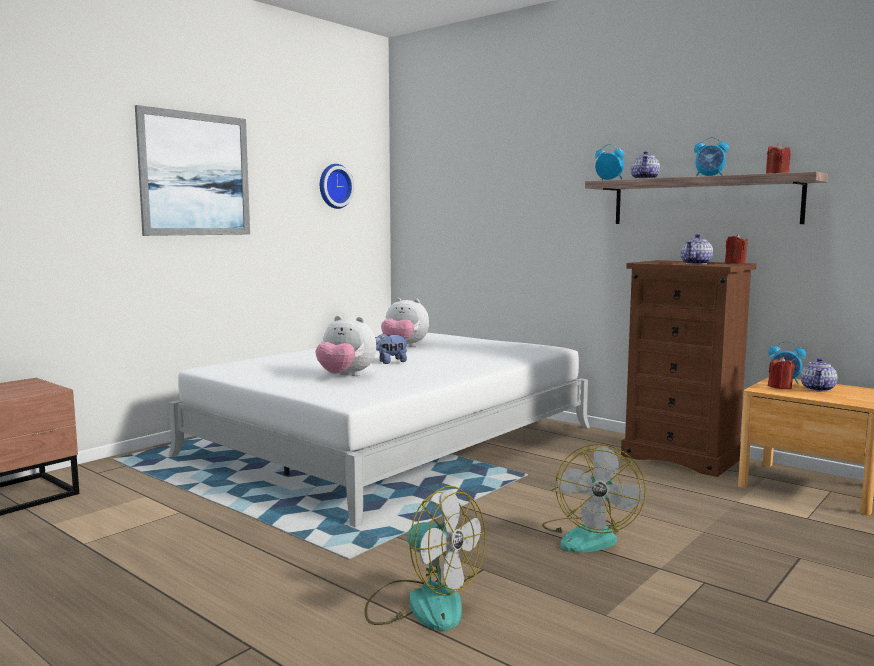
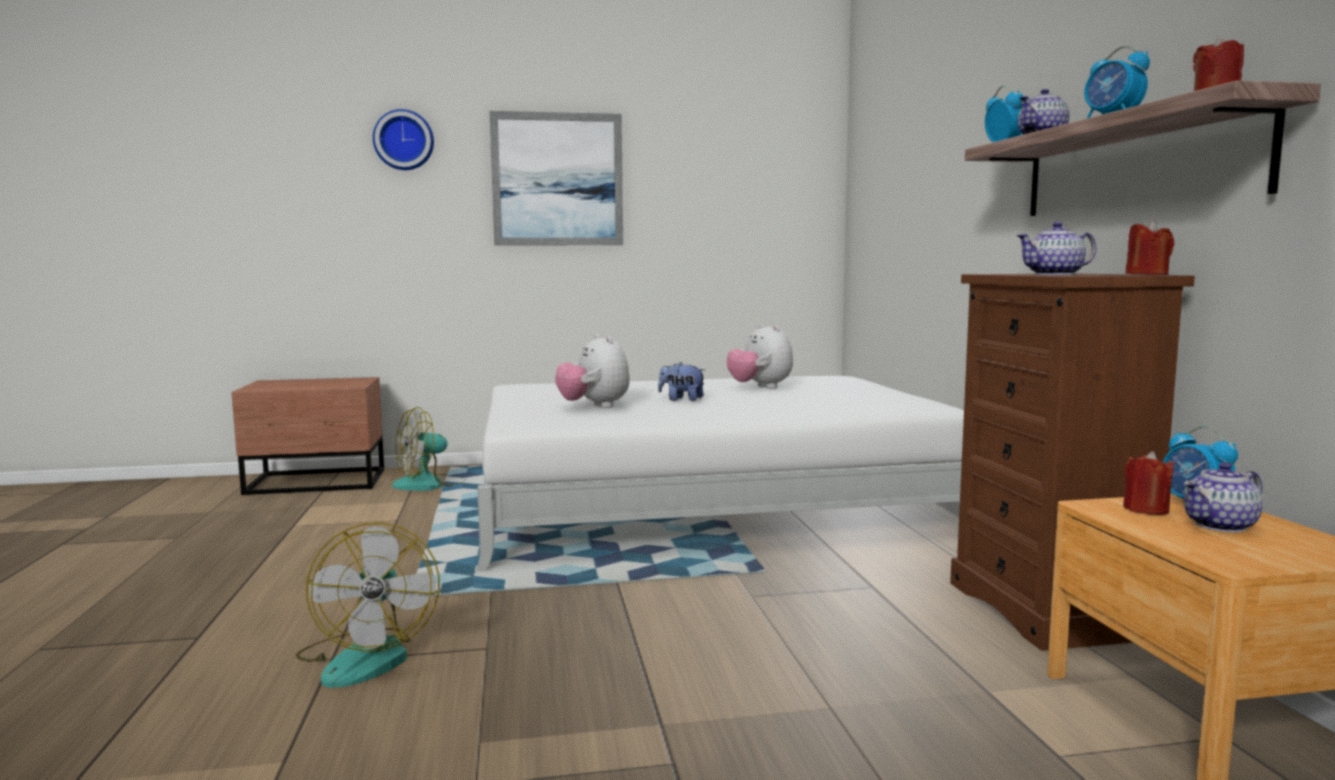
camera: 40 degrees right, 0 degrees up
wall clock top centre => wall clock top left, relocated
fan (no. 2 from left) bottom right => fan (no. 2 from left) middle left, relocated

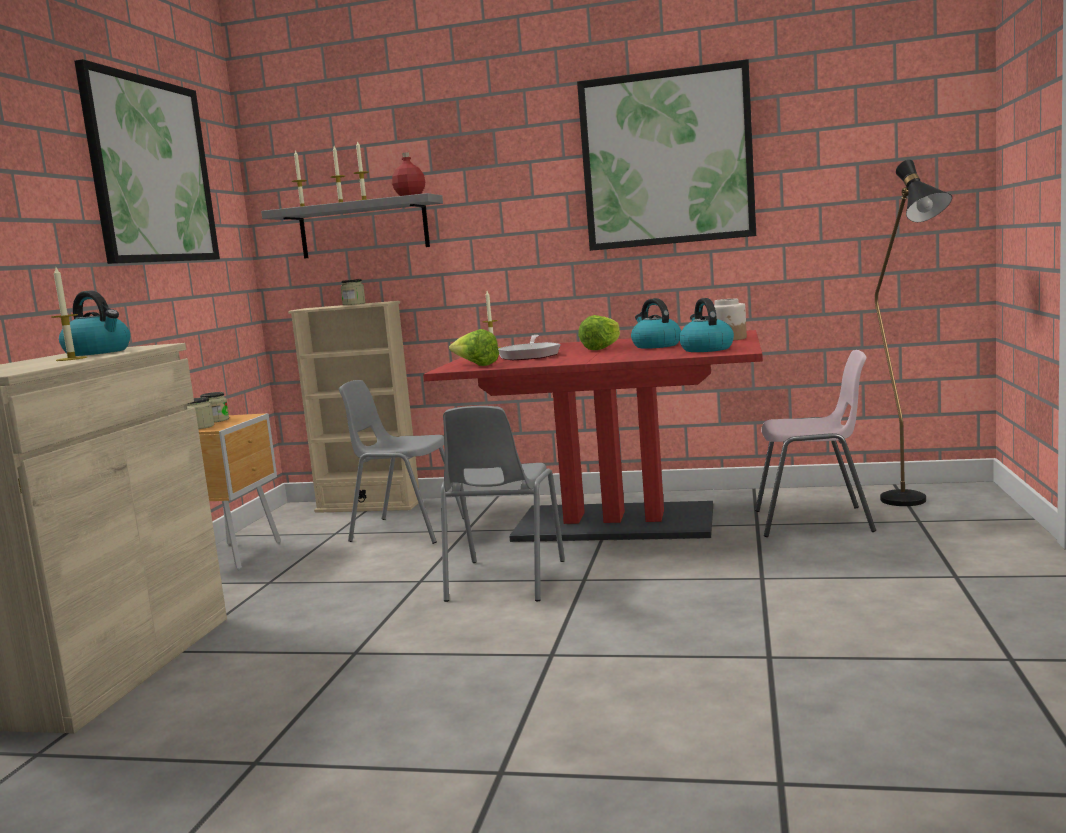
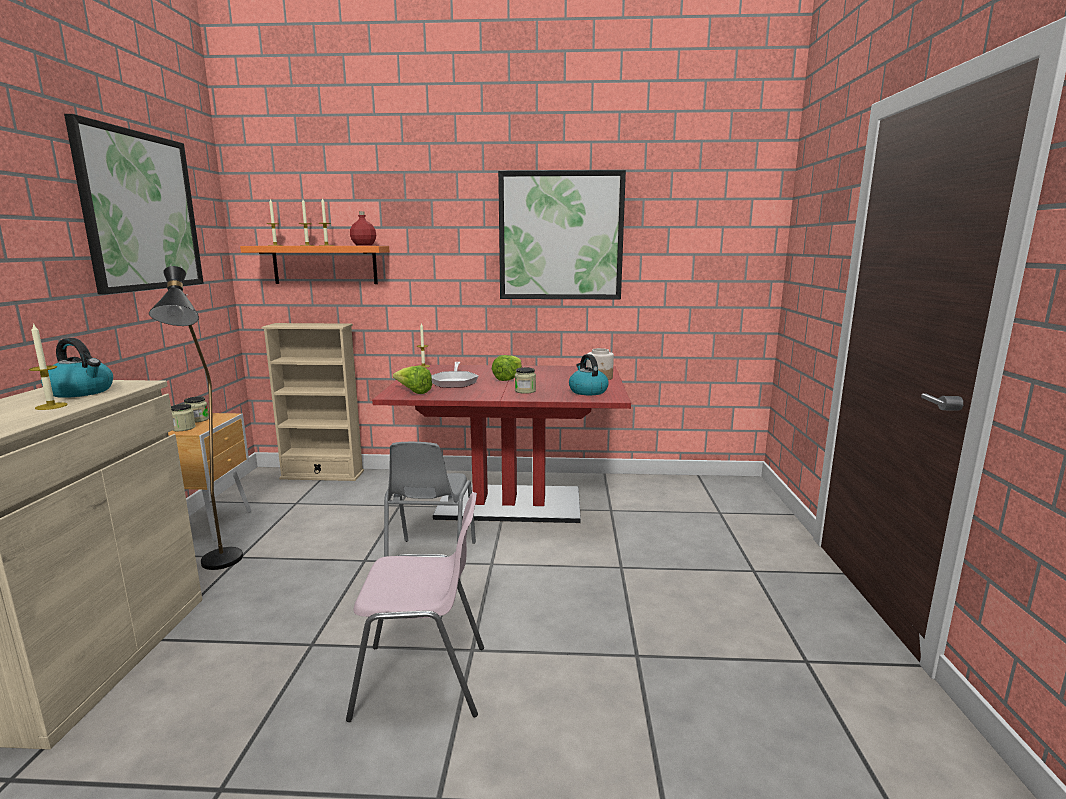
camera: 10 degrees left, 5 degrees up
grey shelf top left => orange shelf top left
grey chair (no. 1 from left) centre => nothing
jar (no. 3 from left) middle left => jar (no. 3 from left) centre, relocated
kettle (no. 2 from left) centre => nothing
pink chair middle right => pink chair bottom centre, relocated
black floor lamp middle right => black floor lamp middle left, relocated

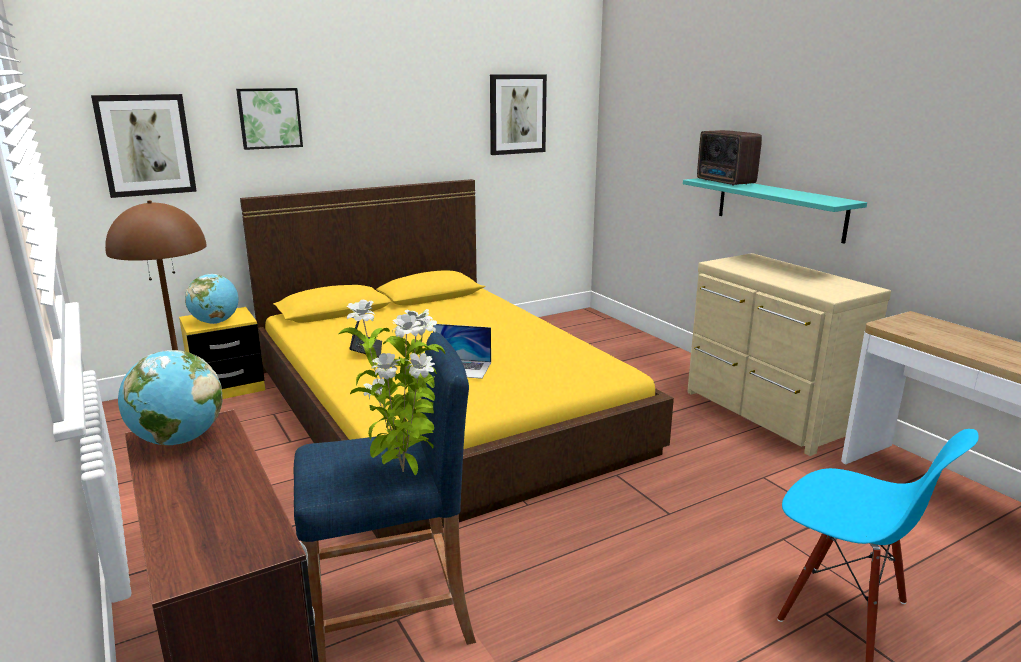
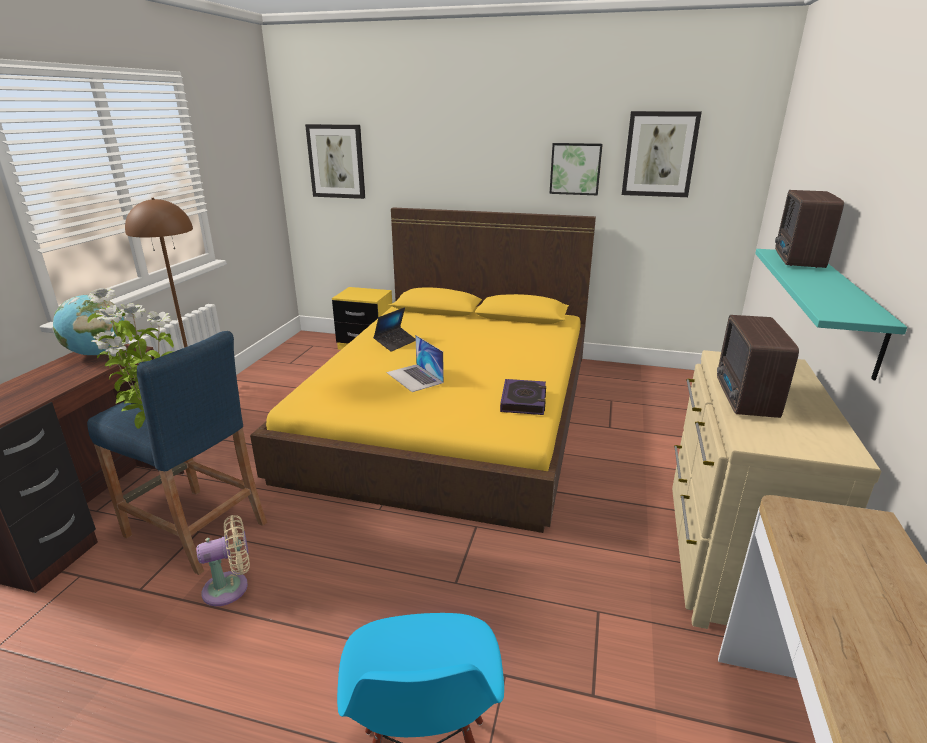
camera: 45 degrees right, 5 degrees up
globe (no. 2 from left) middle left => nothing
picture (no. 2 from left) top left => picture (no. 2 from left) top centre, relocated
nothing => beige fan bottom left
nothing => book centre
nothing => radio (no. 1 from left) middle right

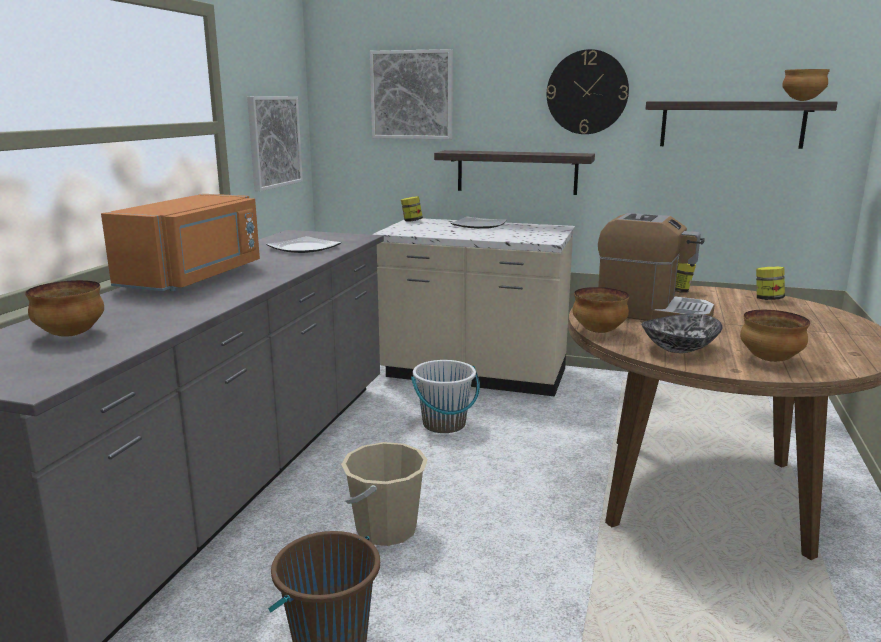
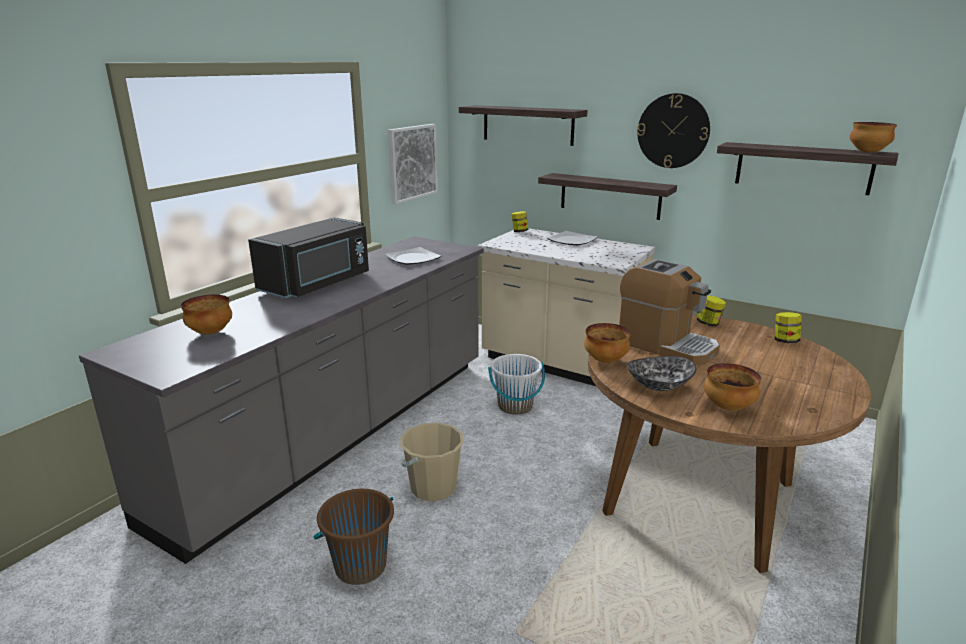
camera: 15 degrees right, 5 degrees up
orange microwave middle left => black microwave middle left
picture (no. 2 from left) top centre => shelf (no. 1 from left) top centre

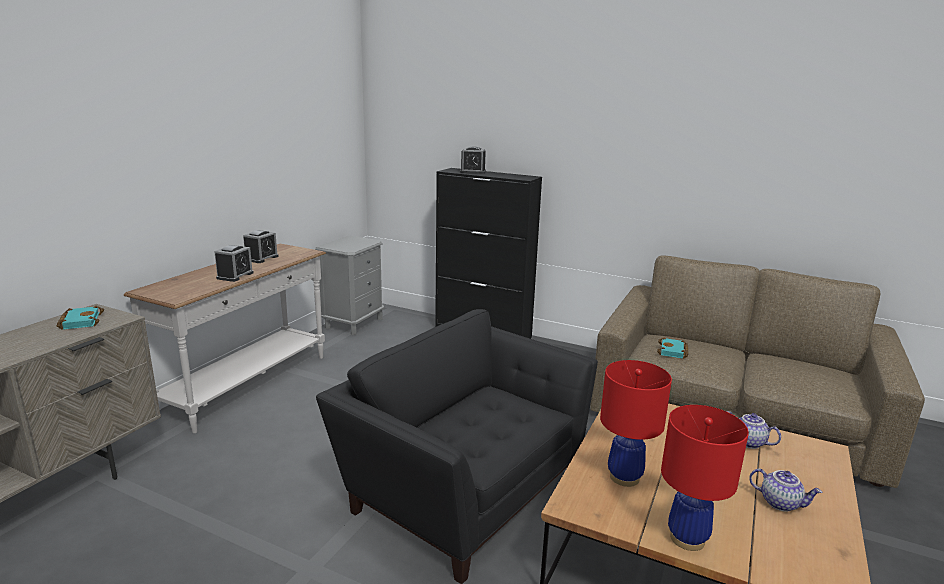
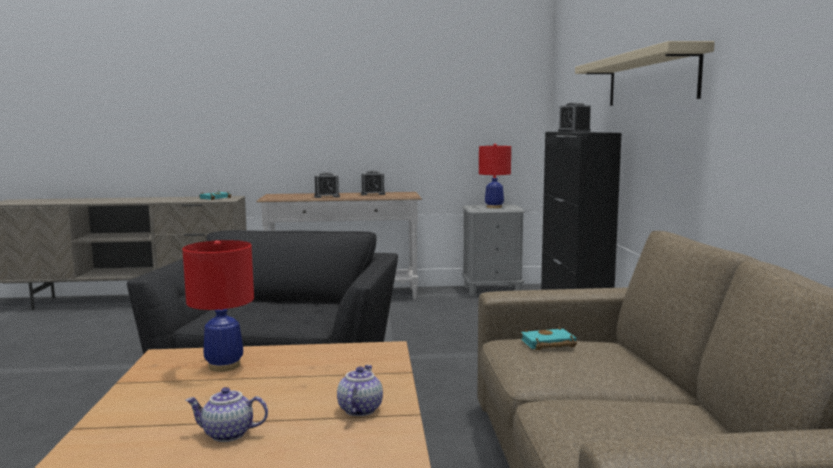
camera: 60 degrees right, 10 degrees down
red table lamp (no. 2 from left) bottom right => red table lamp (no. 2 from left) centre, relocated
teapot (no. 2 from left in the first image) bottom right => teapot (no. 1 from left) bottom left, 90 degrees clockwise
nothing => beige shelf top right

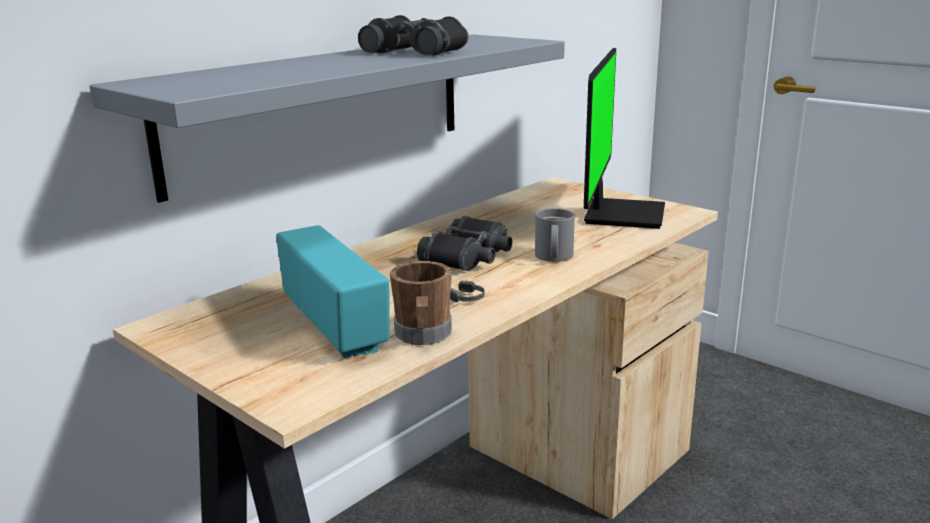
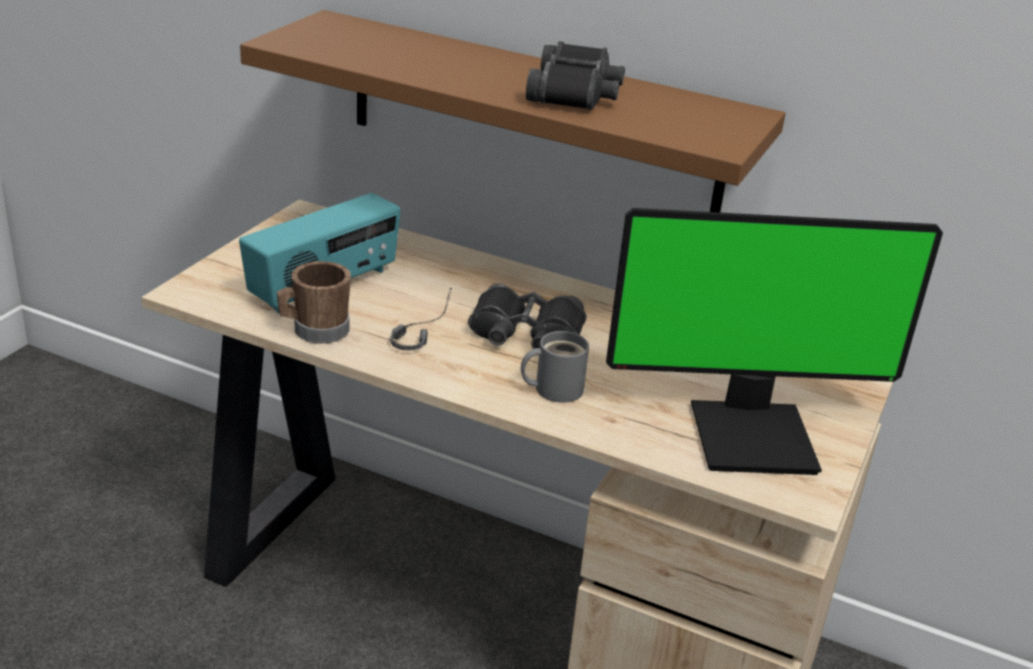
camera: 70 degrees right, 10 degrees up
grey shelf top centre => brown shelf top centre

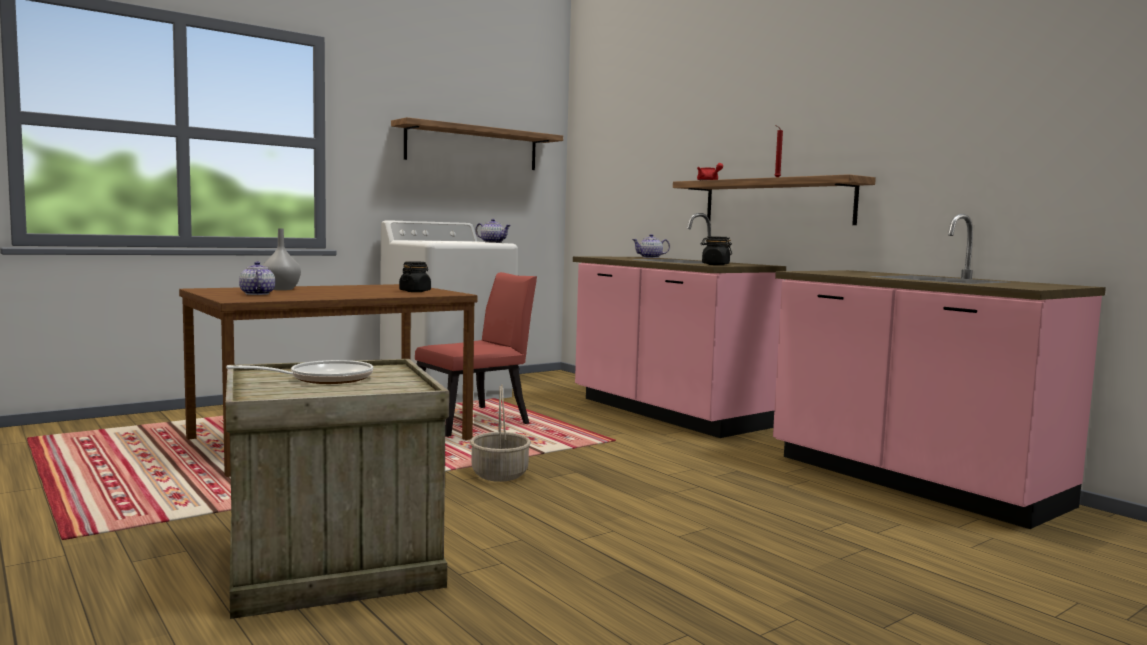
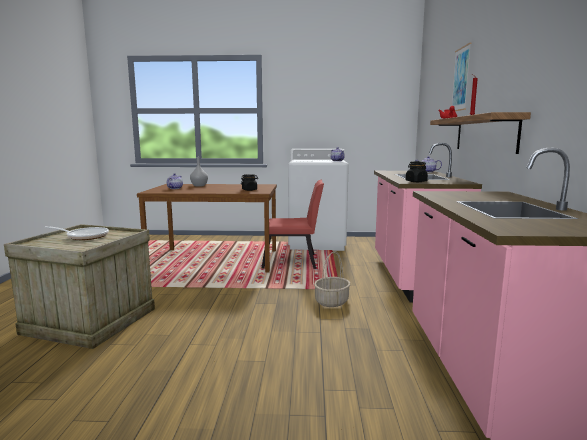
camera: 40 degrees right, 5 degrees up
shelf (no. 1 from left) top centre => nothing
basket bottom centre => basket centre, relocated
nothing => picture top right

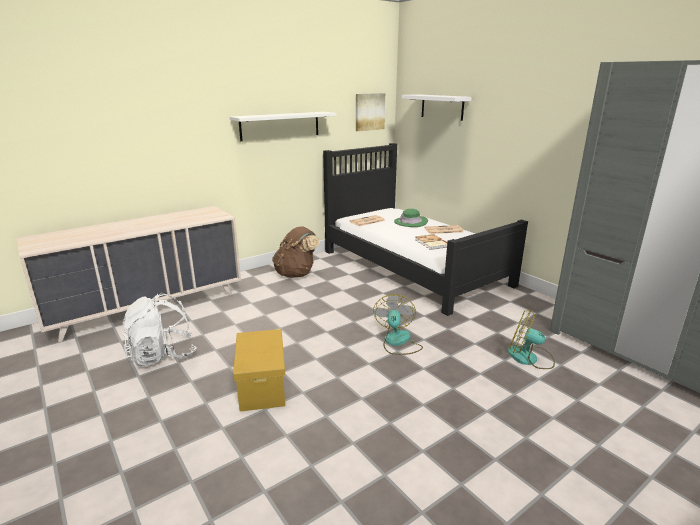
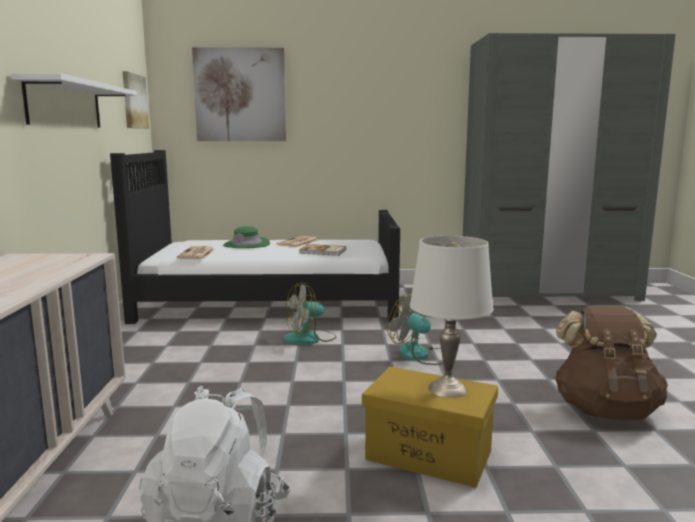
camera: 55 degrees left, 10 degrees down
brown backpack centre => brown backpack bottom right, relocated
white shelf (no. 2 from left) top centre => picture (no. 2 from left) top centre
fan (no. 2 from left in the first image) middle right => fan (no. 1 from left) centre, relocated
nothing => white table lamp centre

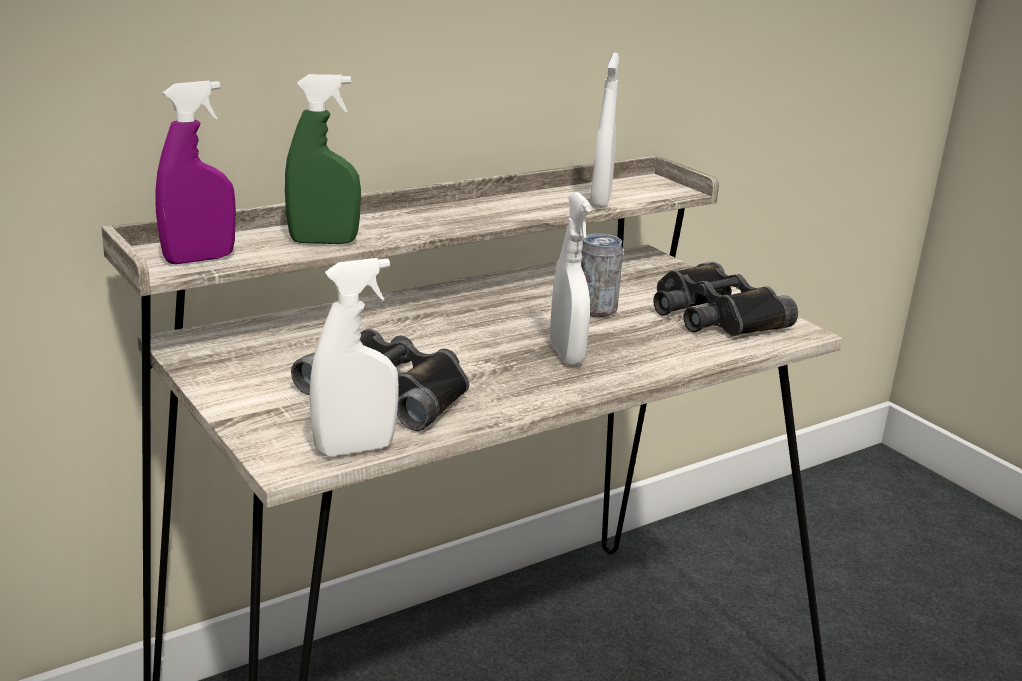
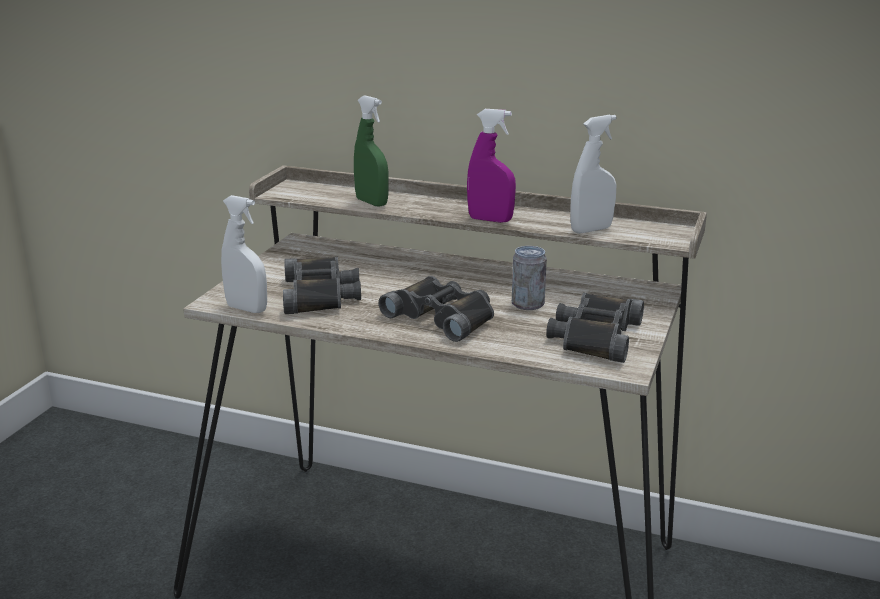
camera: 55 degrees right, 0 degrees up
purple spray bottle top left => purple spray bottle top centre, relocated
white spray bottle (no. 2 from left) centre => black binoculars (no. 2 from left) centre

